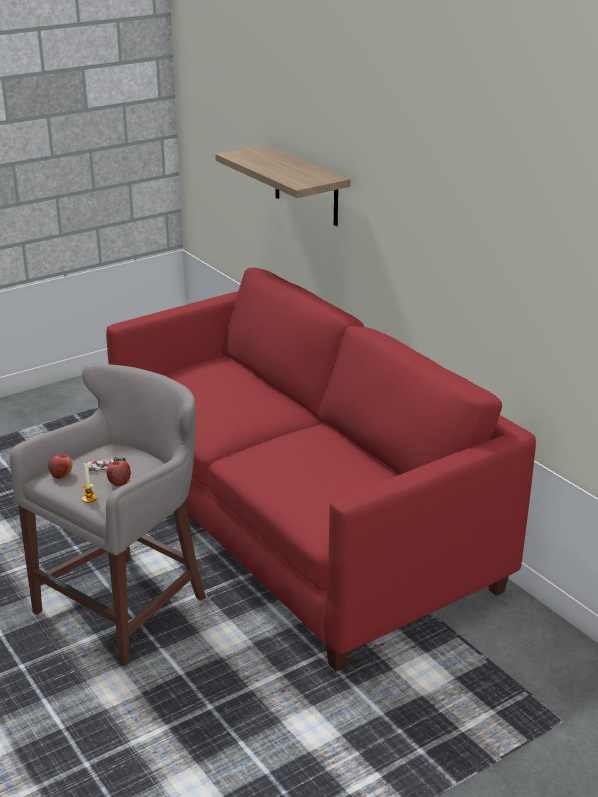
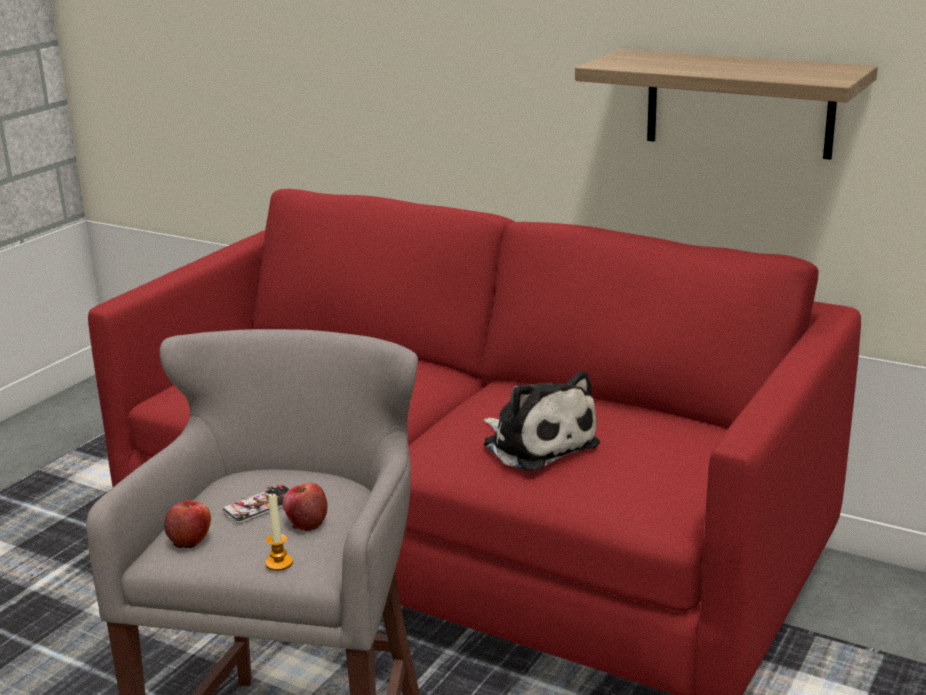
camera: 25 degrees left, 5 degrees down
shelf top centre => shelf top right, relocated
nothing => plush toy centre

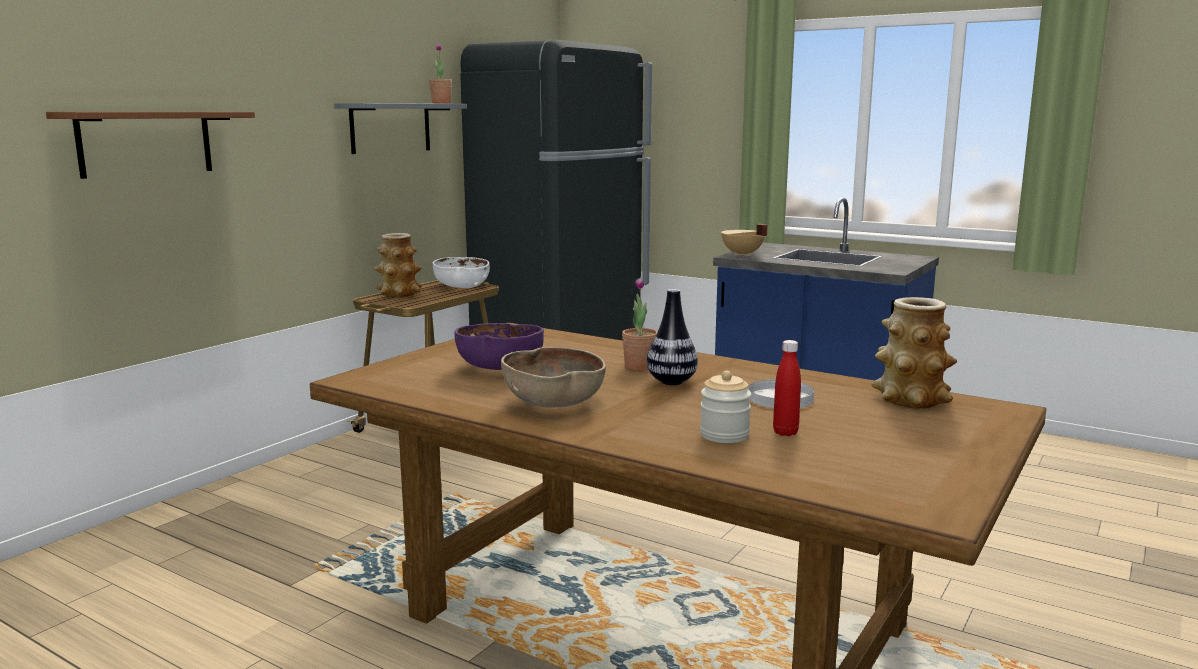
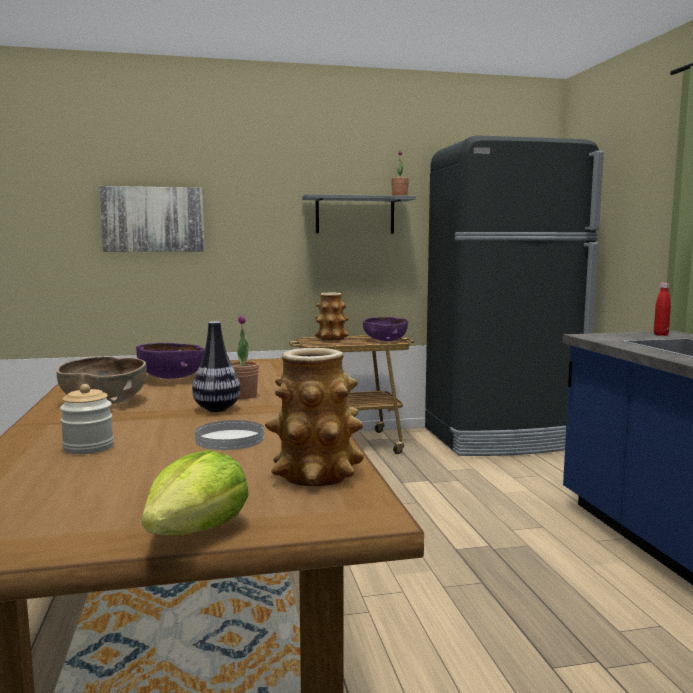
camera: 45 degrees right, 5 degrees down
brown shelf top left => picture top left
white bowl centre => purple bowl (no. 2 from left) centre
beige cooking pot centre => nothing
red bottle centre => red bottle middle right, relocated
nothing => lettuce bottom left

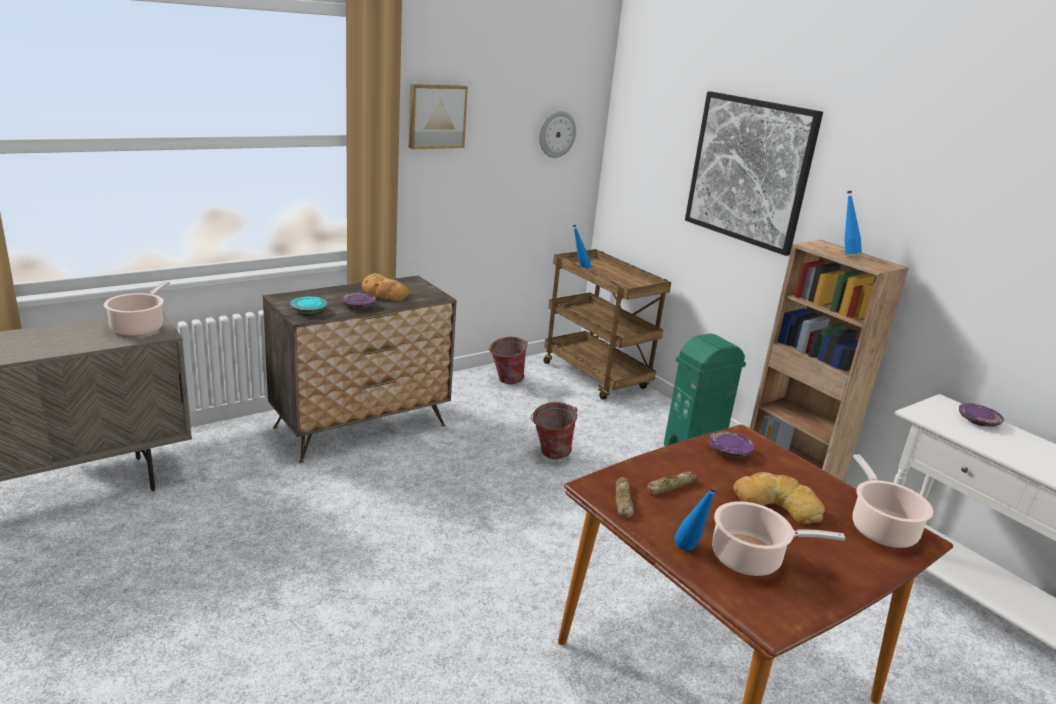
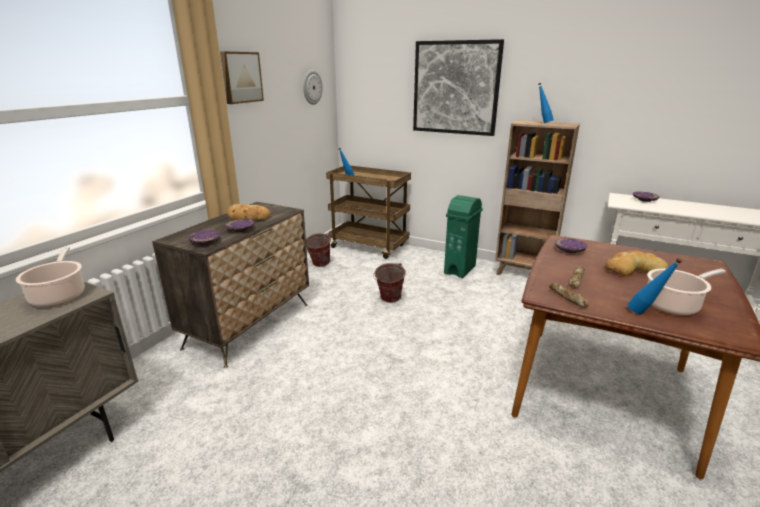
camera: 25 degrees left, 0 degrees up
turquoise plate middle left => purple plate (no. 1 from left) middle left
cooking pot (no. 3 from left) bottom right => nothing

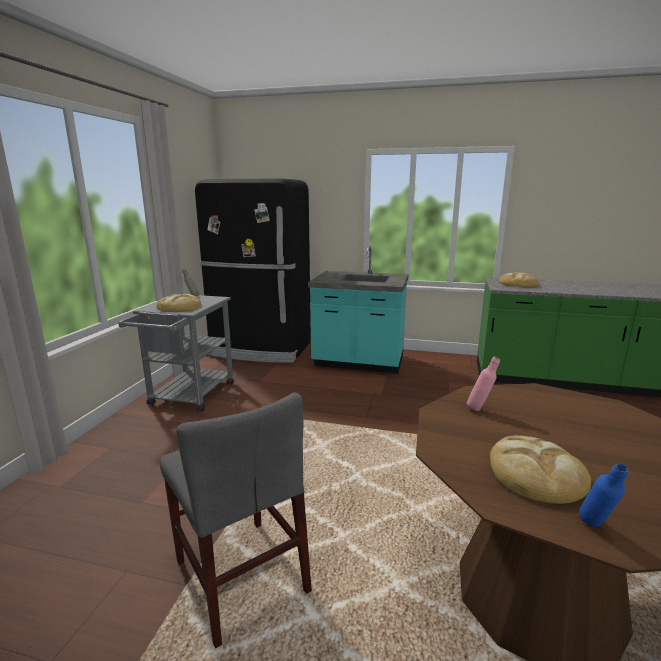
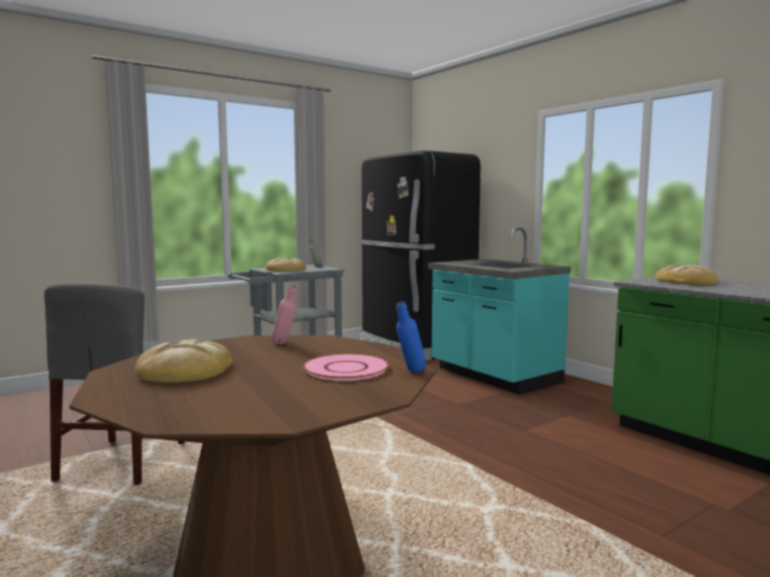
camera: 40 degrees right, 10 degrees down
blue bottle bottom right => blue bottle centre, relocated
nothing => pink plate centre

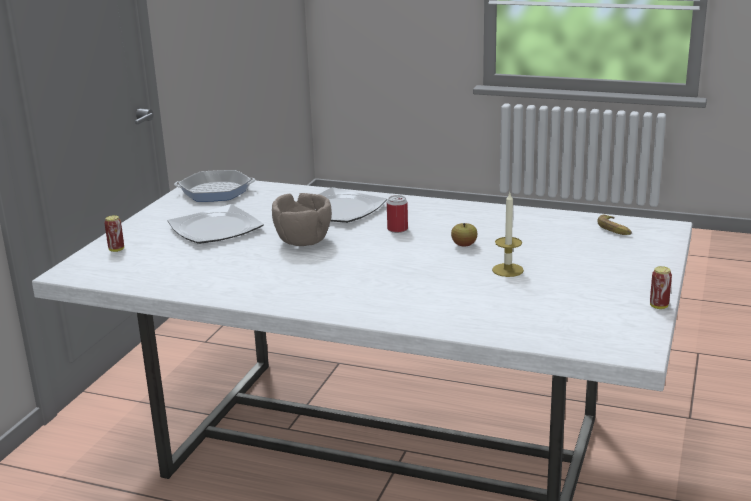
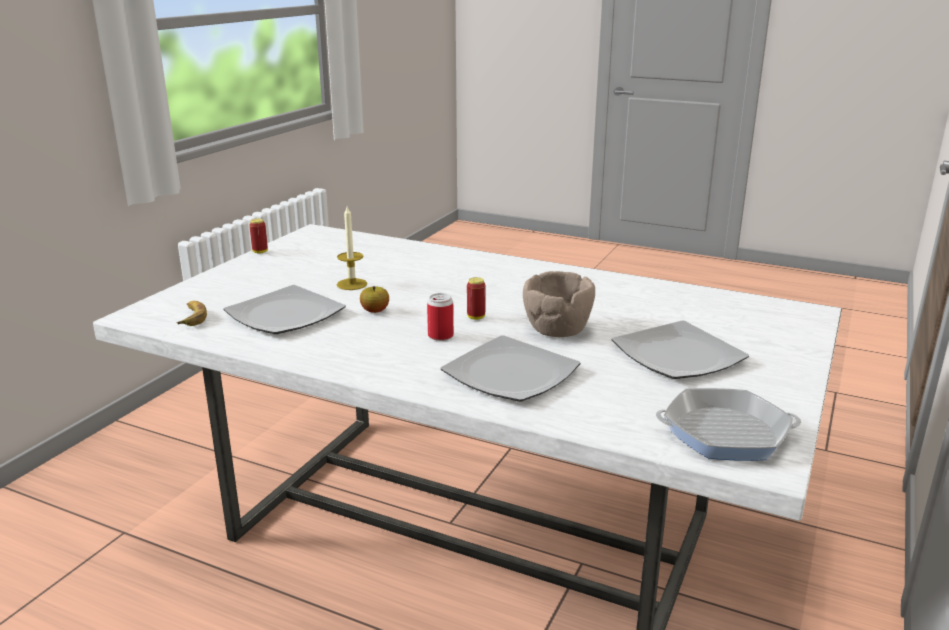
camera: 175 degrees left, 0 degrees up
can (no. 1 from left in the first image) middle left => can (no. 3 from left) centre, relocated
nothing => plate (no. 1 from left) middle left

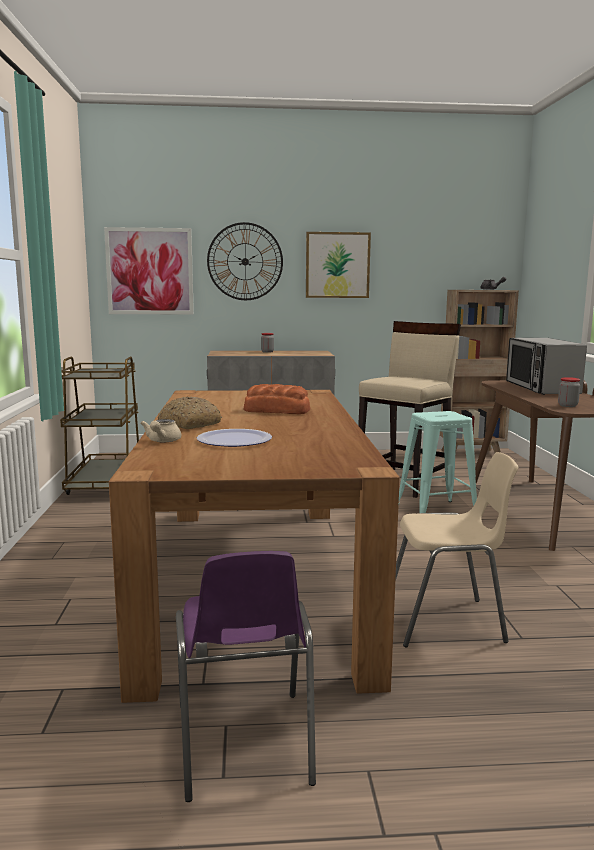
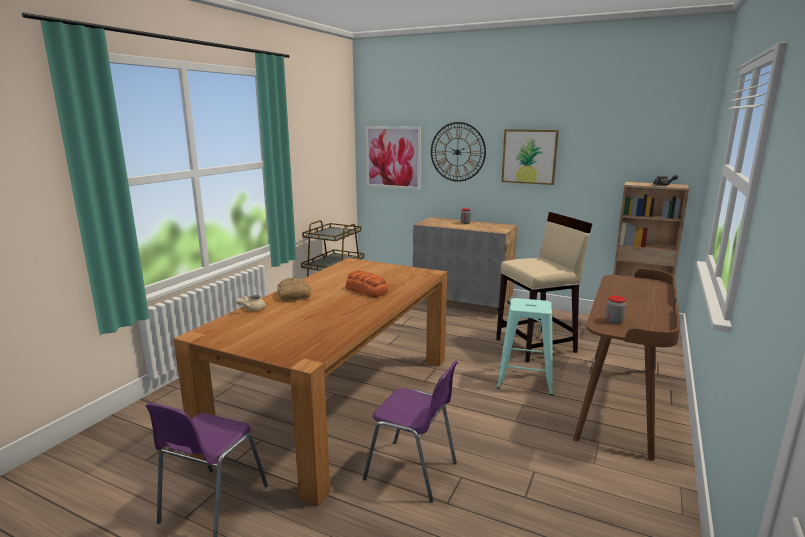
camera: 30 degrees right, 5 degrees up
plate centre => nothing
beige chair middle right => purple chair (no. 2 from left) bottom centre
microwave middle right => nothing

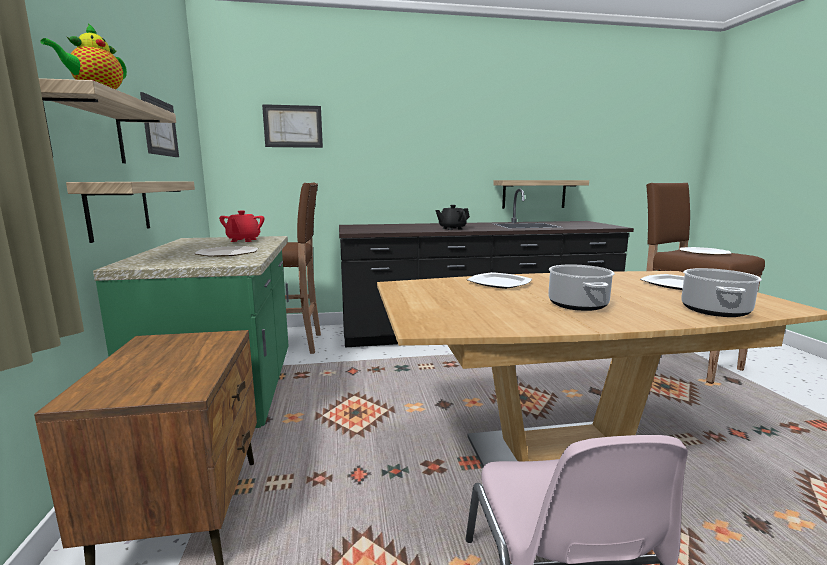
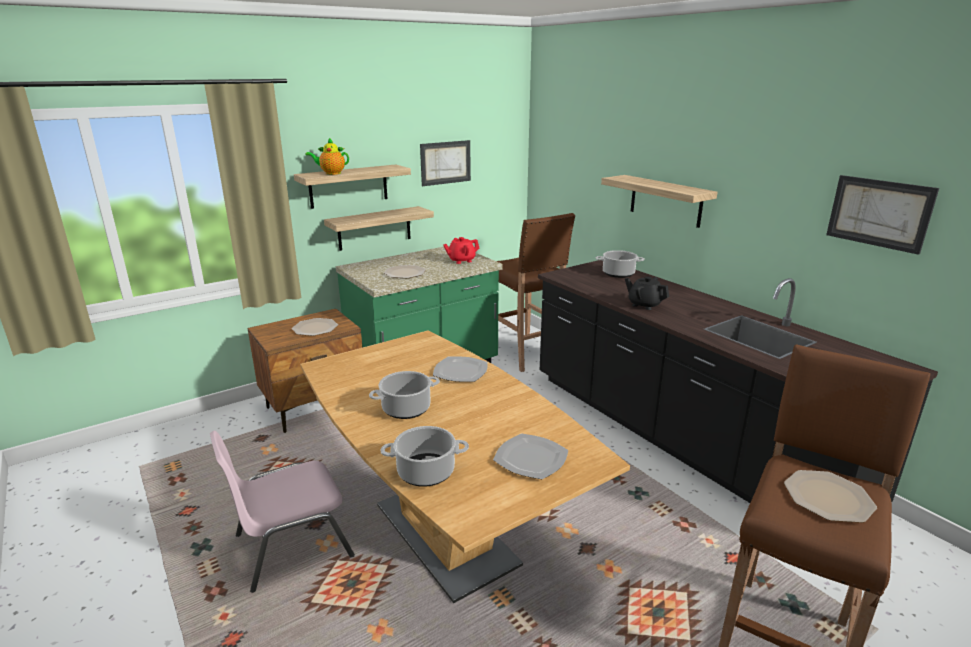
camera: 65 degrees right, 10 degrees up
picture (no. 2 from left) top centre => picture (no. 2 from left) top right, relocated
shelf (no. 3 from left) centre => shelf (no. 3 from left) top right, relocated
nothing => plate (no. 1 from left) middle left
nothing => cooking pot (no. 3 from left) centre

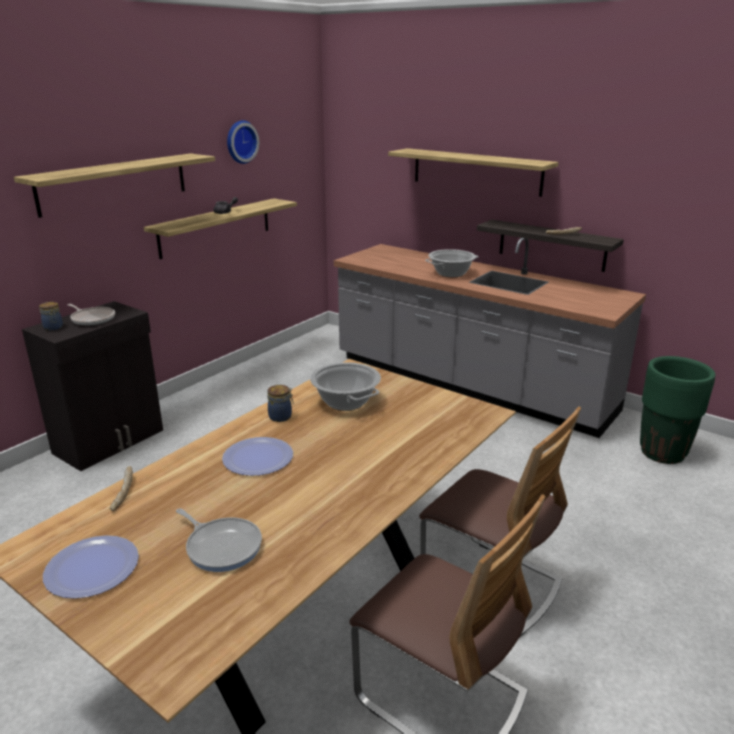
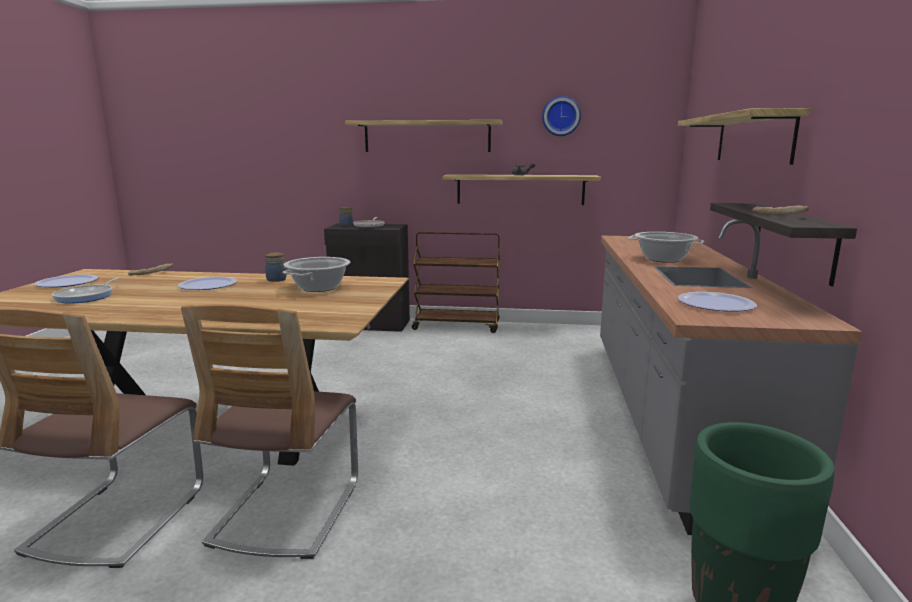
camera: 60 degrees right, 10 degrees down
nothing => brown cart centre
nothing => plate (no. 3 from left) middle right

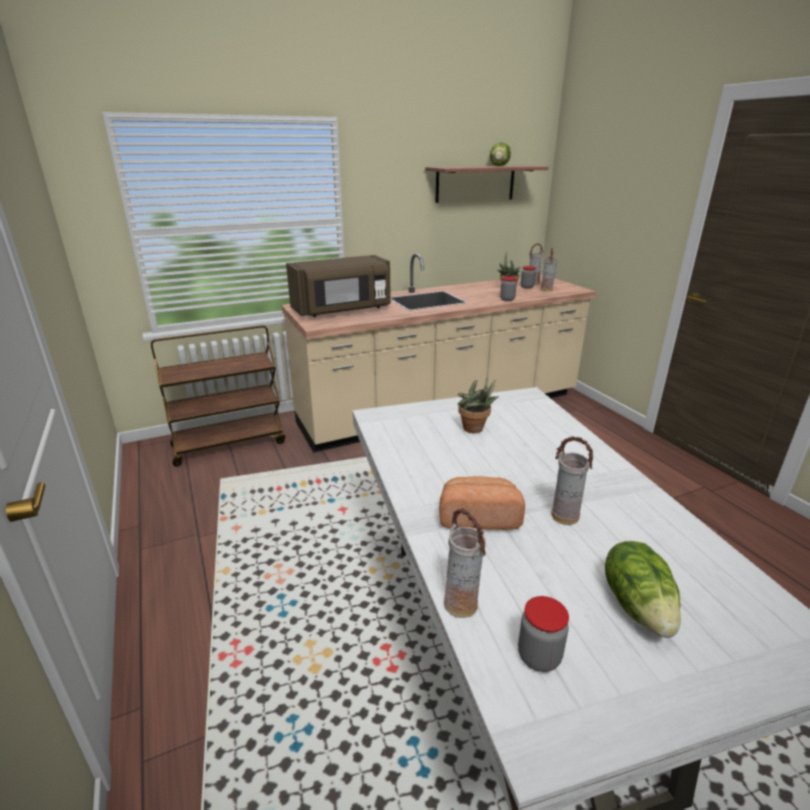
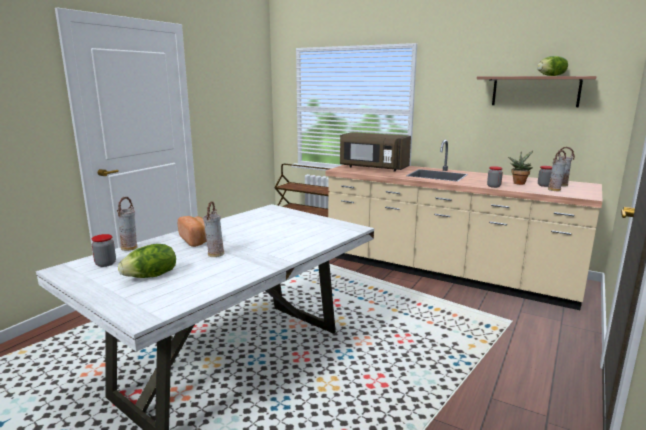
camera: 55 degrees right, 10 degrees down
potted plant (no. 1 from left) centre => nothing

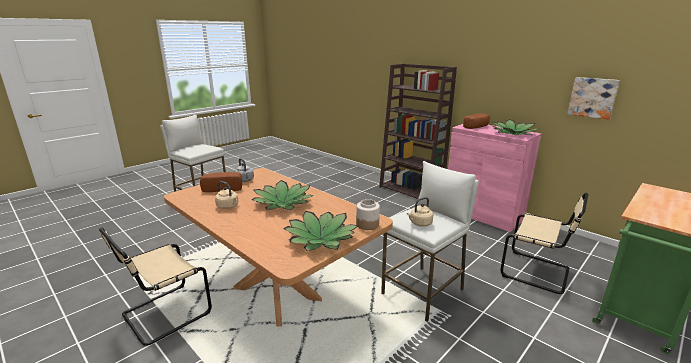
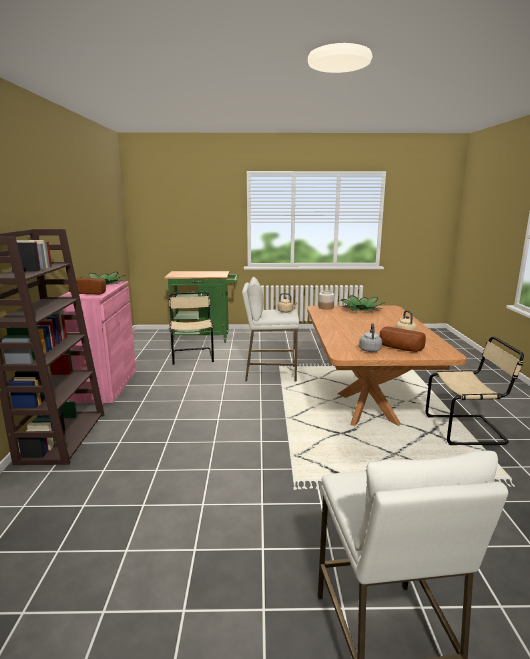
camera: 135 degrees left, 5 degrees down
potted plant (no. 1 from left) centre => nothing
picture top right => nothing

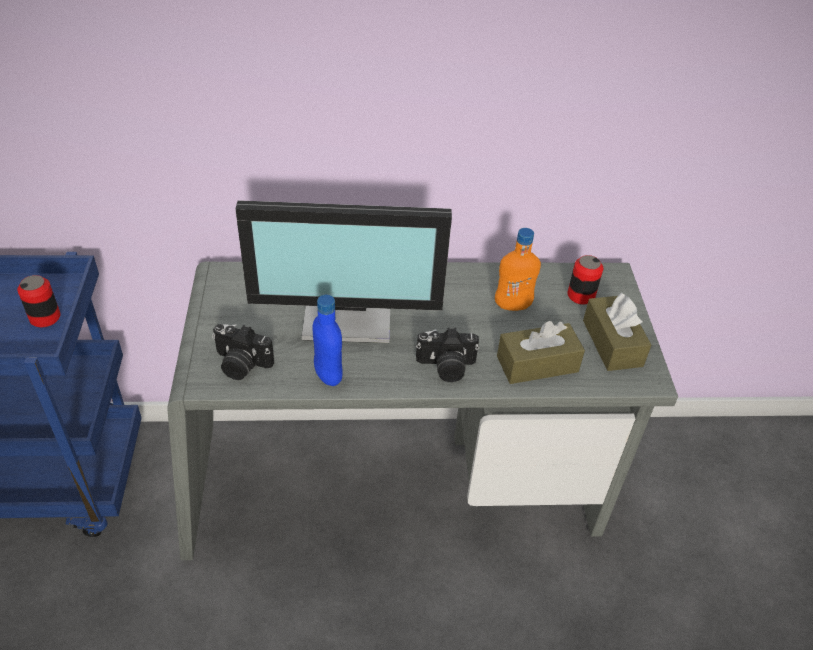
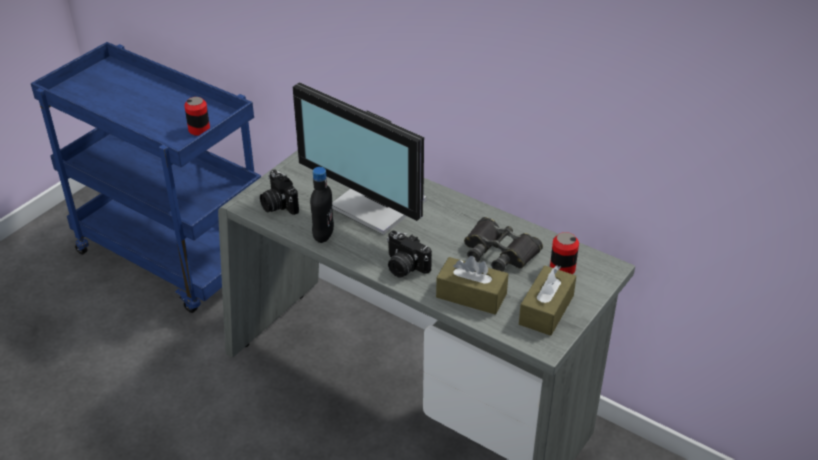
camera: 40 degrees right, 5 degrees down
blue bottle centre => black bottle centre
orange bottle centre => black binoculars centre

